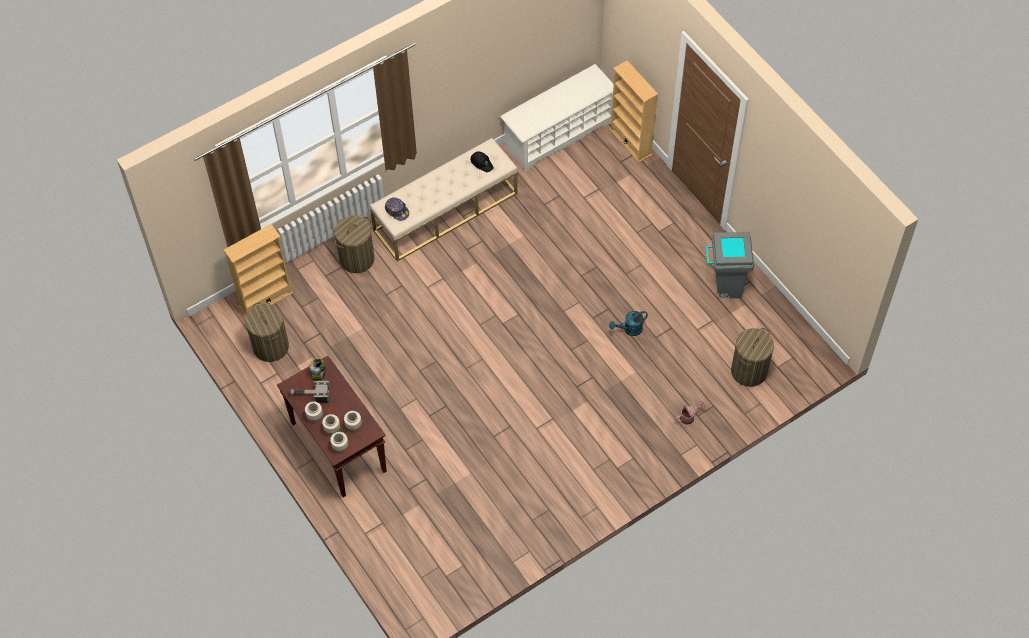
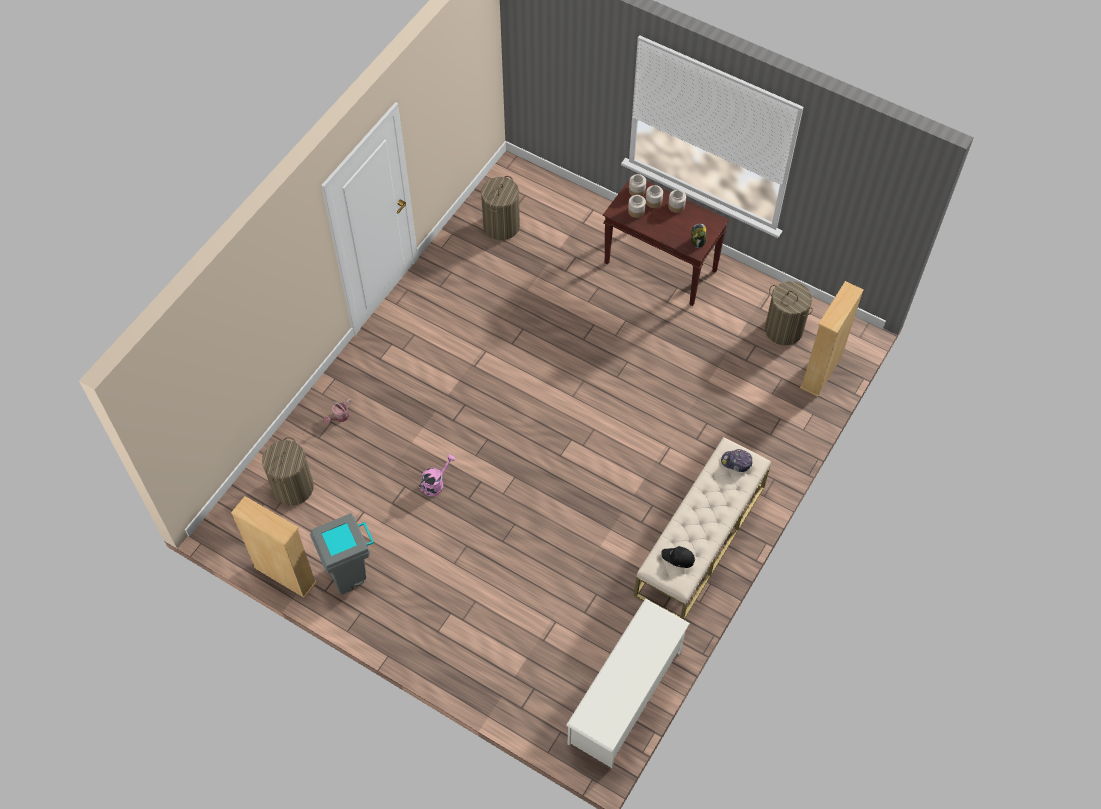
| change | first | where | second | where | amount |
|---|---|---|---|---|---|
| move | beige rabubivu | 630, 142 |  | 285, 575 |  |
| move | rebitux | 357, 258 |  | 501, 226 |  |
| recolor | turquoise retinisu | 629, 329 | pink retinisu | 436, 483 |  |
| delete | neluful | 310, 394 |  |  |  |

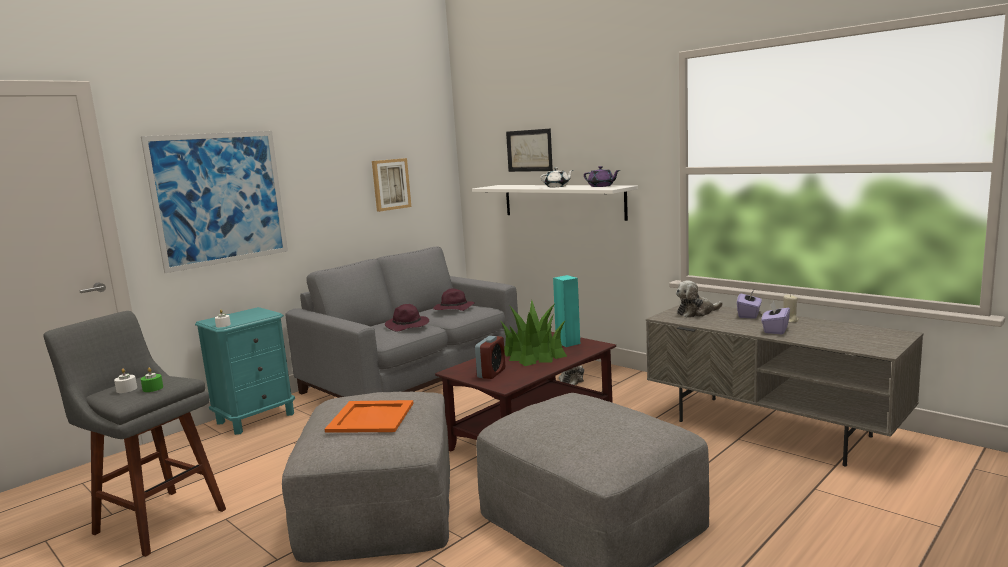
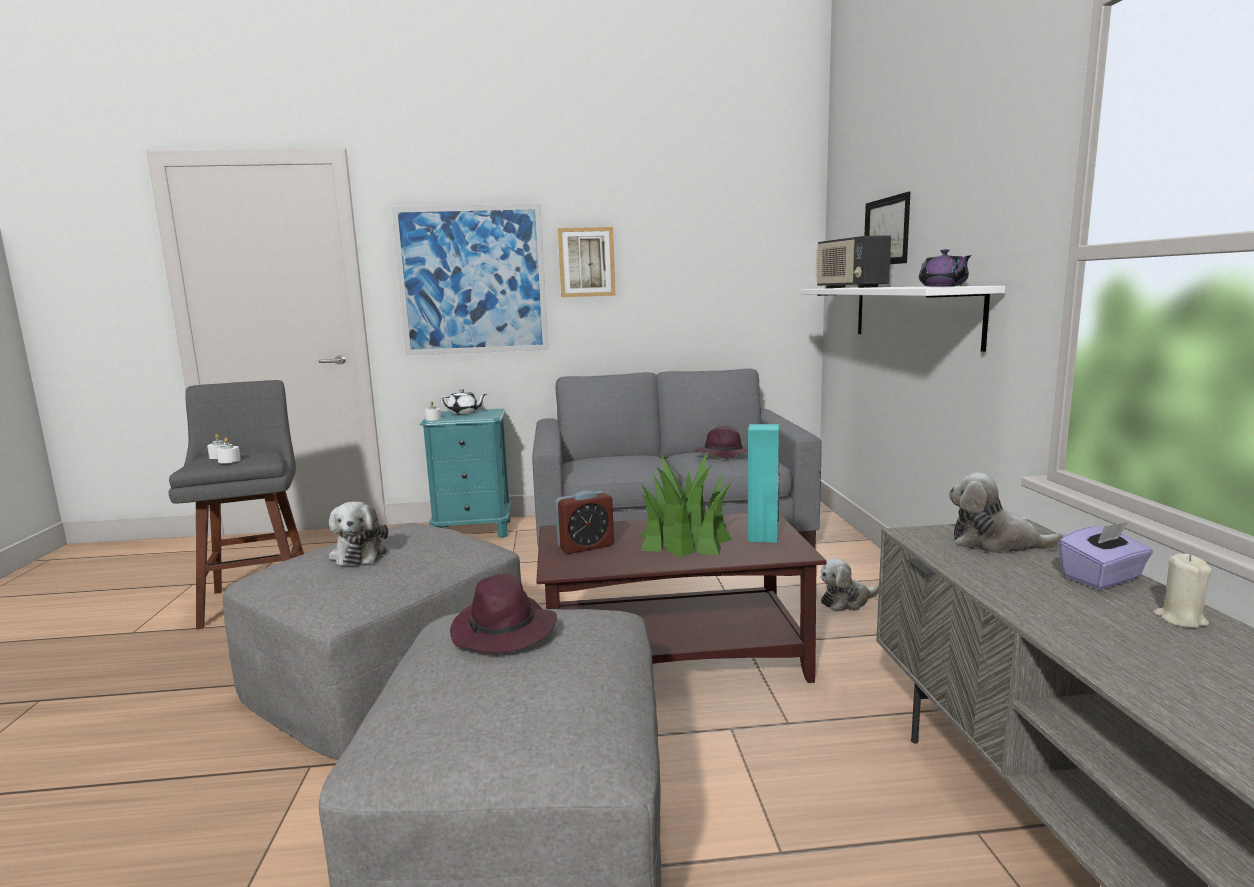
| change | first | where | second | where | amount |
|---|---|---|---|---|---|
| move | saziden | 390, 184 |  | 586, 262 |  |
| move | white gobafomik | 557, 186 |  | 464, 413 |  |
| delete | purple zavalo | 775, 330 |  |  |  |
| move | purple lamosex | 408, 326 |  | 504, 631 |  |
| recolor | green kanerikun | 153, 388 | white kanerikun | 229, 460 |  |
| replace | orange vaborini | 370, 417 | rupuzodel | 359, 554 |  |
| insert |  |  | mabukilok | 849, 287 |  |

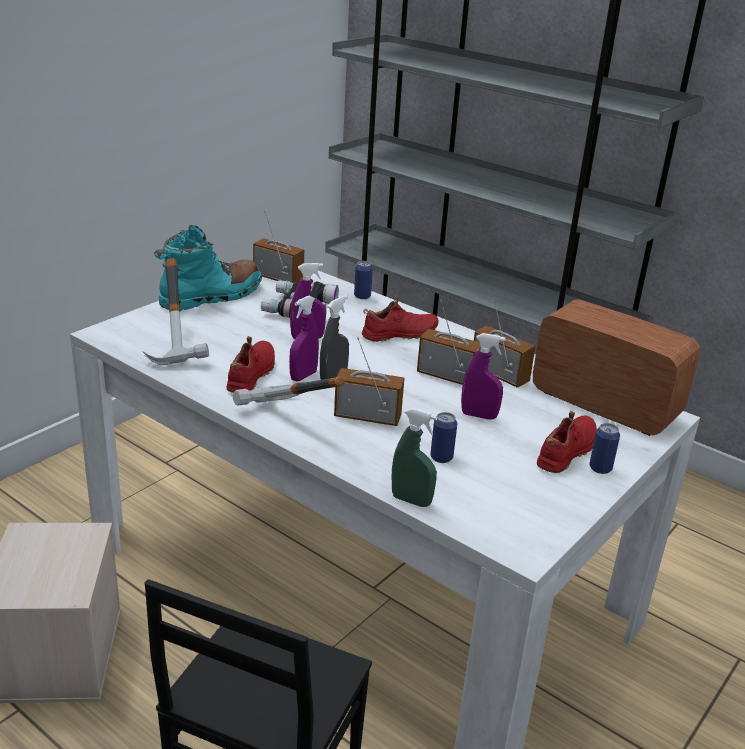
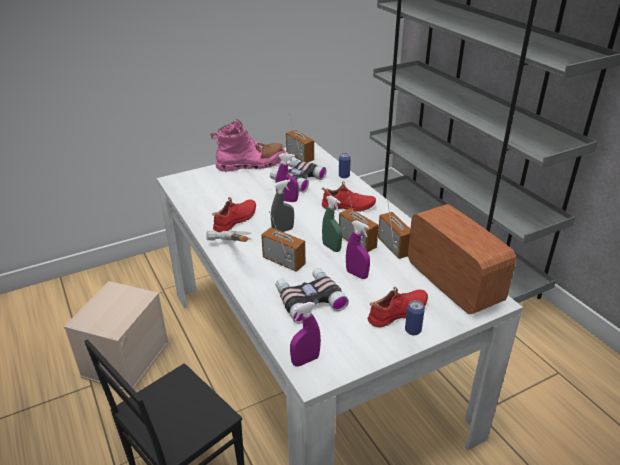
| change | first | where | second | where | amount |
|---|---|---|---|---|---|
| recolor | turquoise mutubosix | 212, 296 | pink mutubosix | 251, 164 |  |
| delete | neluful | 185, 346 |  |  |  |
| move | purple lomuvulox | 303, 376 |  | 305, 360 |  |
| move | green lomuvulox | 411, 500 |  | 331, 247 |  |
| replace | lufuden | 441, 457 | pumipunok | 309, 299 |  |

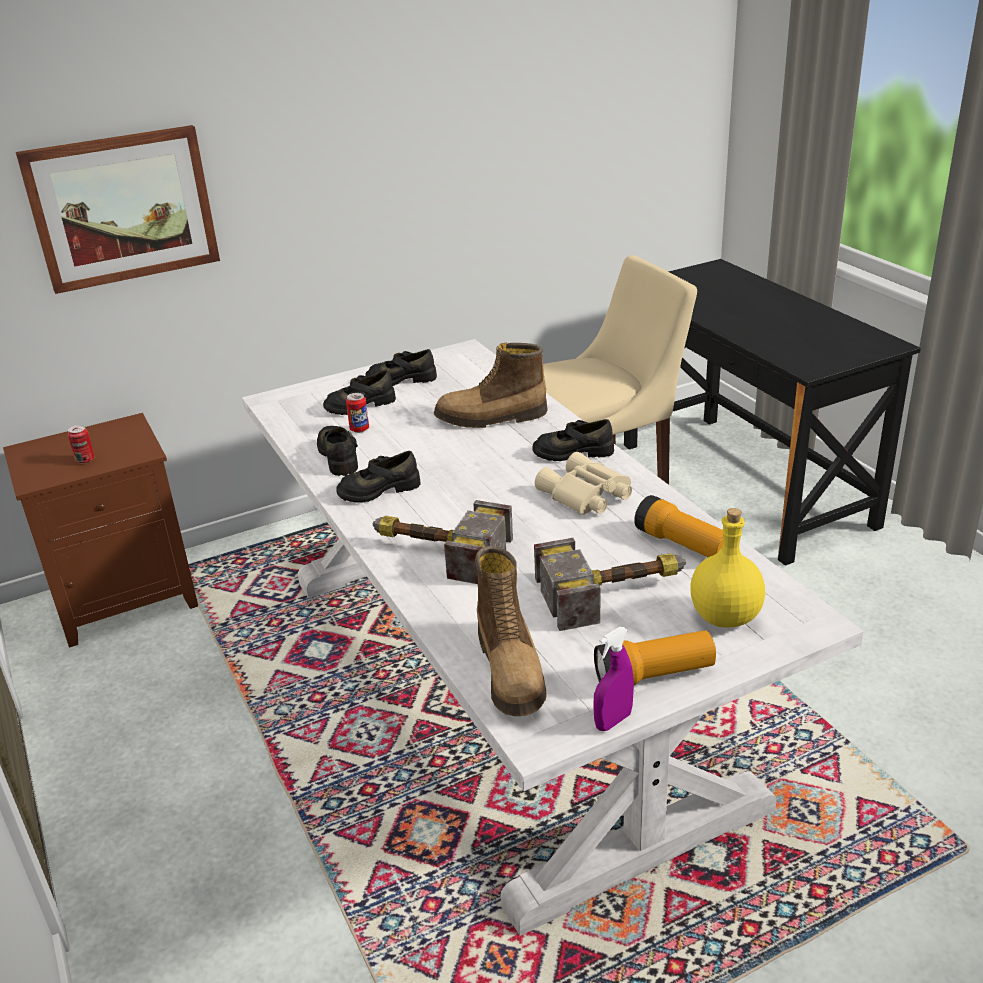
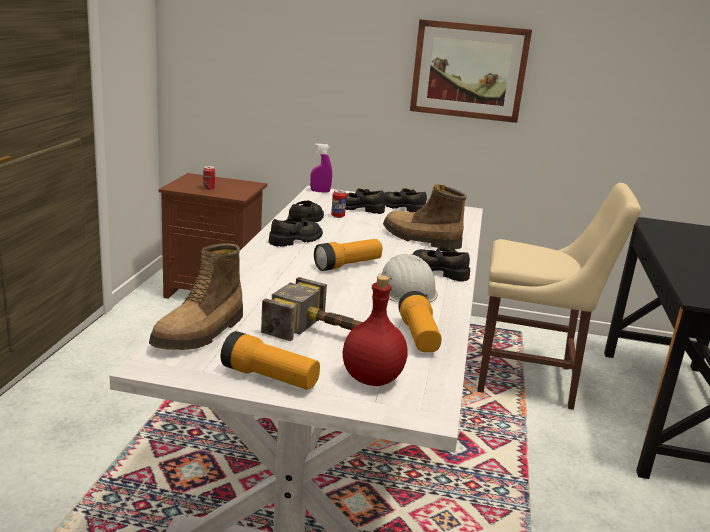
| change | first | where | second | where | amount |
|---|---|---|---|---|---|
| move | saziden | 122, 208 |  | 469, 71 |  |
| rotate | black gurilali | 378, 489 |  | 296, 240 | 120 degrees clockwise |
| replace | beige pumipunok | 585, 496 | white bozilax | 405, 290 |  |
| delete | neluful | 435, 550 |  |  |  |
| recolor | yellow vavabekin | 726, 617 | red vavabekin | 373, 379 |  |
| move | purple lomuvulox | 613, 721 |  | 320, 191 |  |
| insert |  |  | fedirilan | 348, 265 |  |

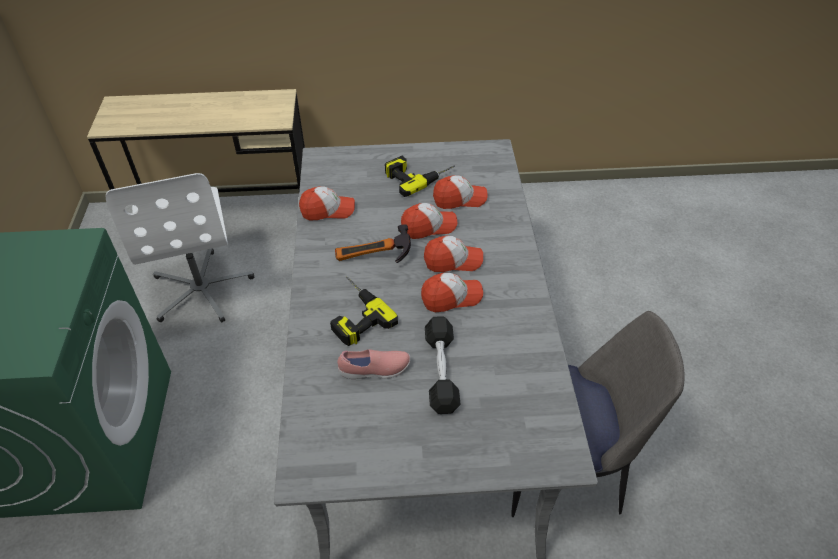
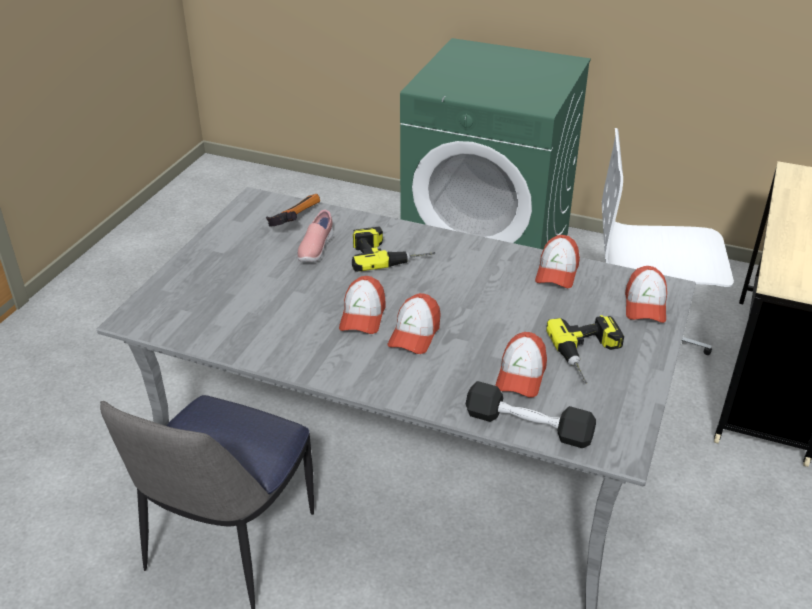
| change | first | where | second | where | amount |
|---|---|---|---|---|---|
| move | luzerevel | 428, 226 |  | 645, 305 |  |
| move | neluful | 374, 260 |  | 293, 221 |  |
| move | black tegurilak | 441, 371 |  | 528, 426 |  |

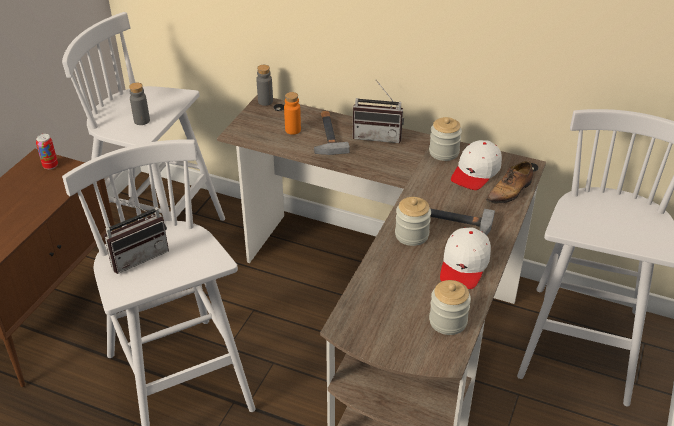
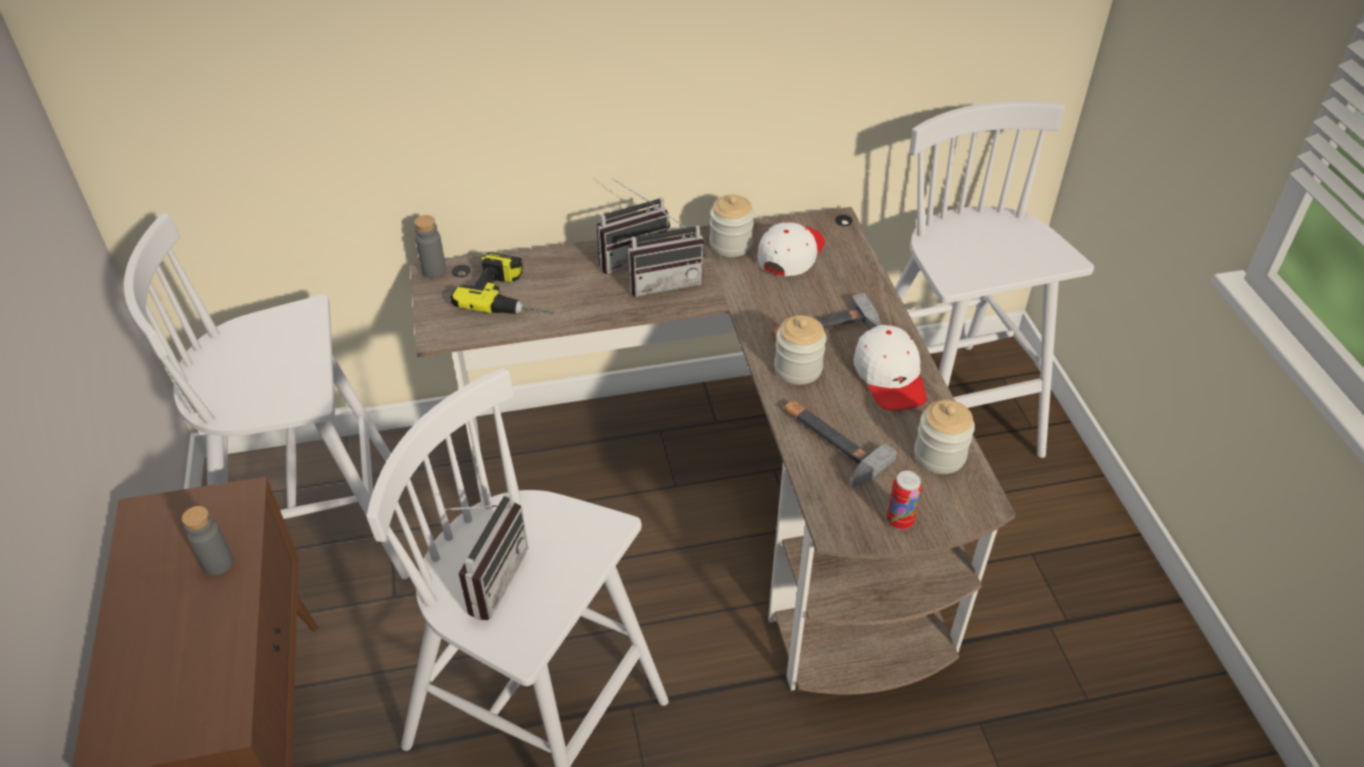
| change | first | where | second | where | amount |
|---|---|---|---|---|---|
| move | grey vavabekin | 142, 121 |  | 218, 563 |  |
| replace | orange vavabekin | 293, 130 | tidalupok | 514, 295 |  |
| move | neluful | 327, 135 |  | 829, 442 |  |
| move | lufuden | 50, 166 |  | 899, 521 |  |
| rotate | white luzerevel | 476, 172 |  | 791, 254 | 150 degrees counterclockwise |
| delete | gurilali | 510, 191 |  |  |  |
| insert |  |  | mabukilok | 665, 281 |  |

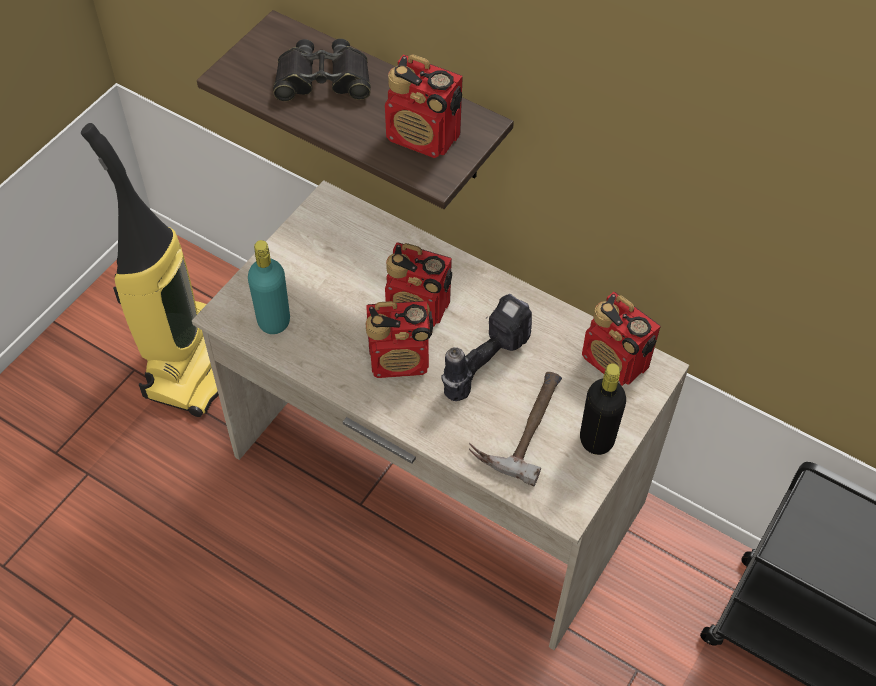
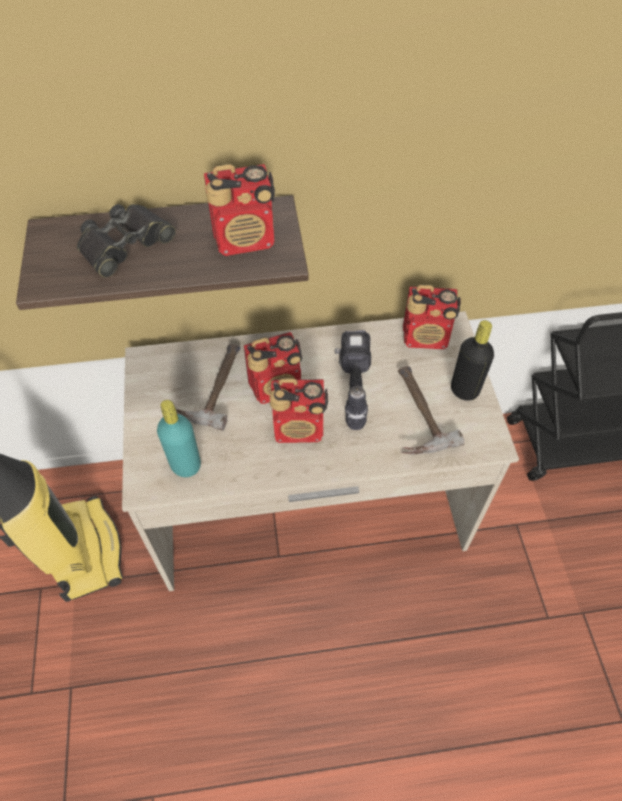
| change | first | where | second | where | amount |
|---|---|---|---|---|---|
| rotate | mabukilok | 400, 360 |  | 299, 428 | 45 degrees clockwise |
| insert |  |  | neluful | 211, 386 |  |

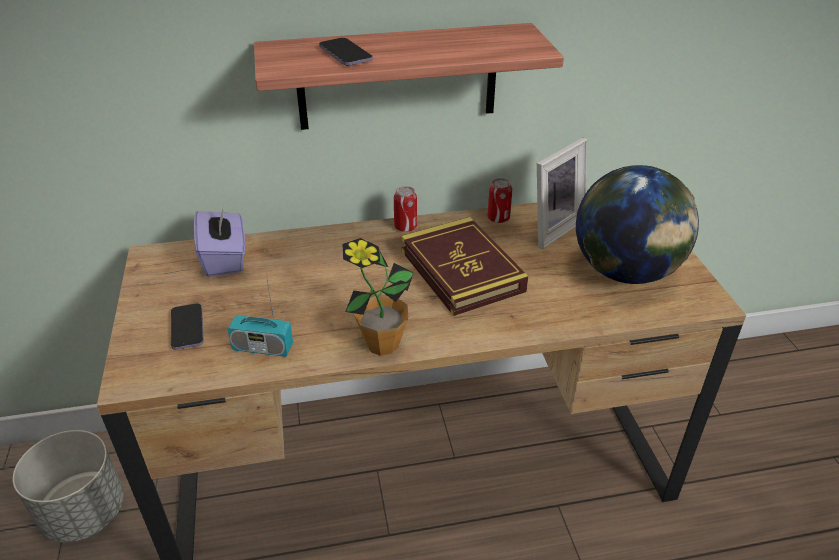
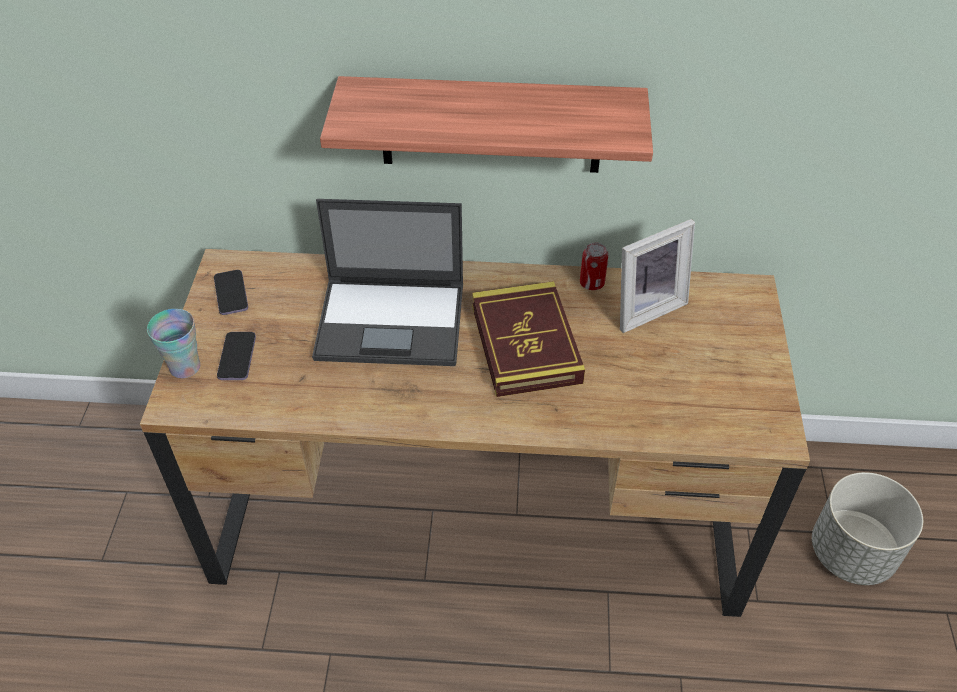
| change | first | where | second | where | amount |
|---|---|---|---|---|---|
| move | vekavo | 345, 54 |  | 231, 294 |  |
| delete | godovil | 625, 272 |  |  |  |
| delete | lufuden | 405, 227 |  |  |  |
| delete | purple zavalo | 225, 258 |  |  |  |
| delete | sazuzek | 382, 344 |  |  |  |
| delete | mabukilok | 263, 348 |  |  |  |
| move | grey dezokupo | 84, 513 |  | 851, 553 |  |
| insert |  |  | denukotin | 393, 321 |  |
| insert |  |  | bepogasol | 185, 367 |  |

